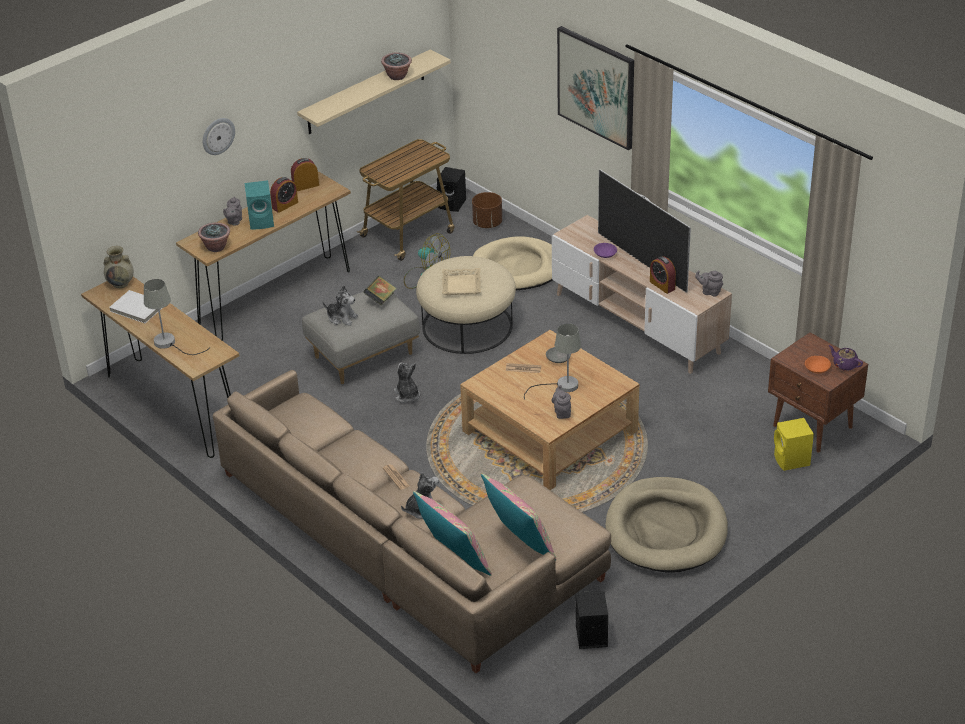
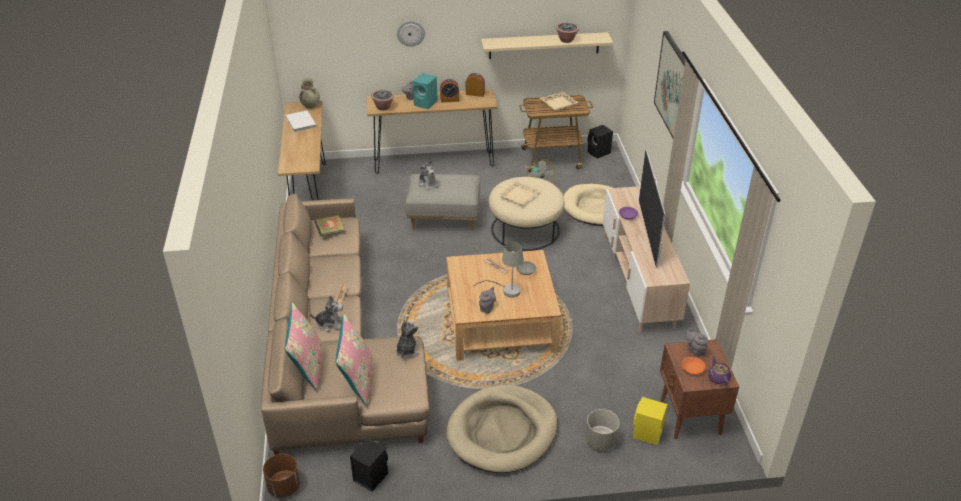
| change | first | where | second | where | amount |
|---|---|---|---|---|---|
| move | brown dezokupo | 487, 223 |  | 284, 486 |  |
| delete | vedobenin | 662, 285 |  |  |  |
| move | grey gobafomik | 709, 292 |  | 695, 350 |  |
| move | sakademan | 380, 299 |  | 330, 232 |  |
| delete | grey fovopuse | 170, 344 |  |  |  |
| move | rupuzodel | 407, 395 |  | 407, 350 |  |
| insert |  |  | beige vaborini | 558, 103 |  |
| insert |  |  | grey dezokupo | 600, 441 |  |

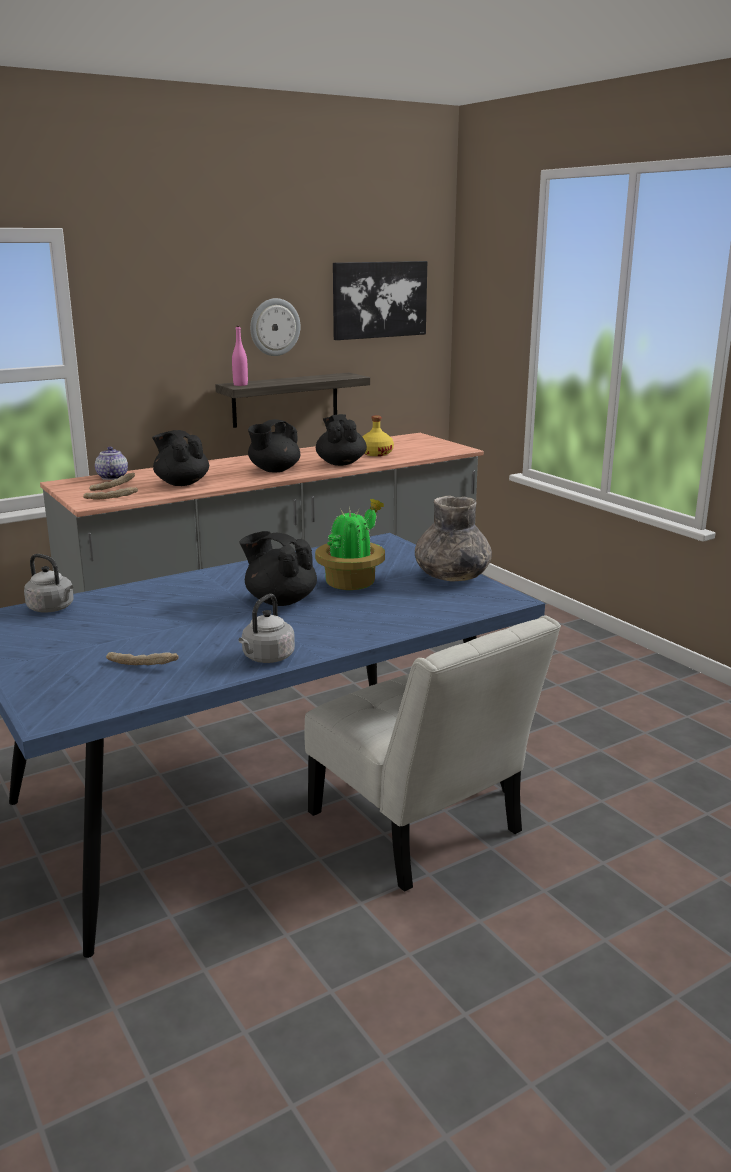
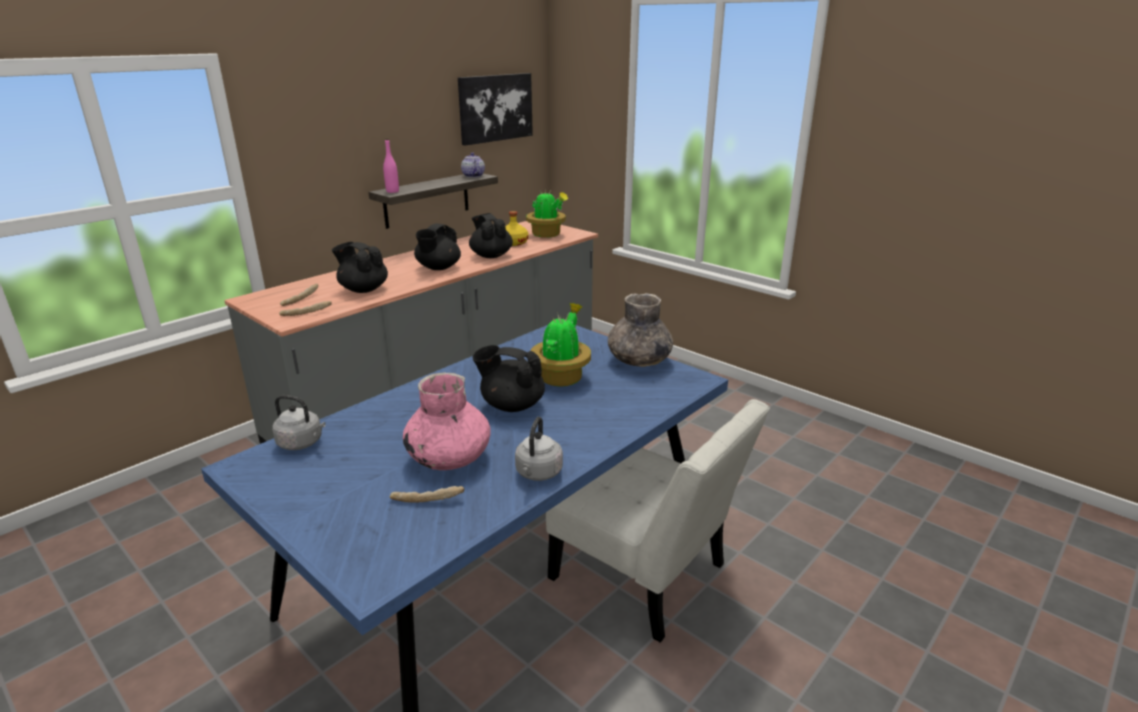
| change | first | where | second | where | amount |
|---|---|---|---|---|---|
| delete | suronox | 274, 327 |  |  |  |
| move | gobafomik | 112, 477 |  | 473, 176 |  |
| insert |  |  | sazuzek | 547, 235 |  |
| insert |  |  | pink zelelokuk | 449, 457 |  |

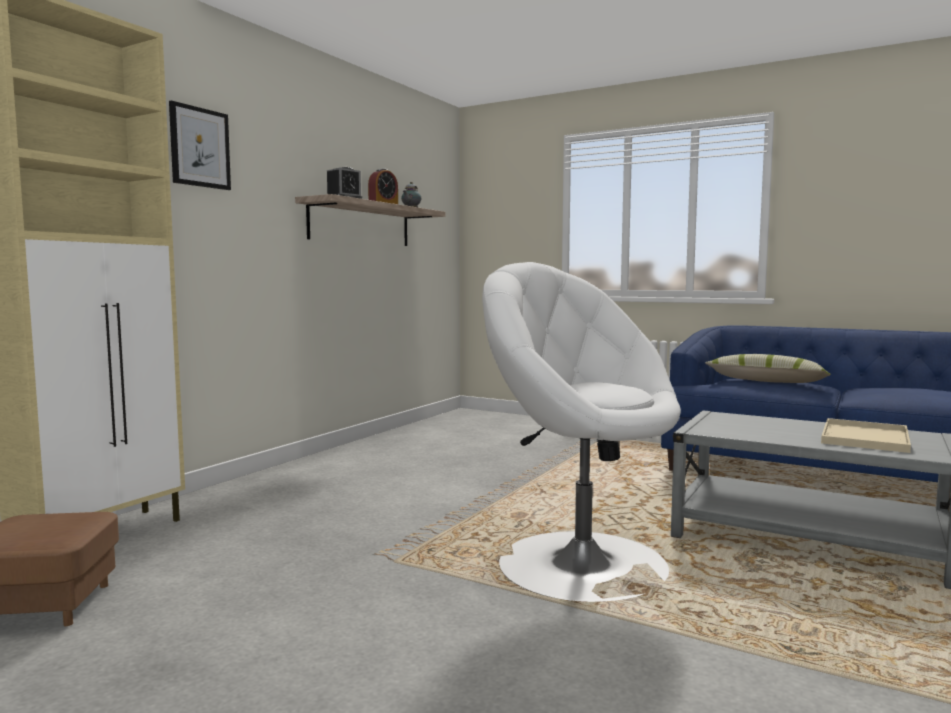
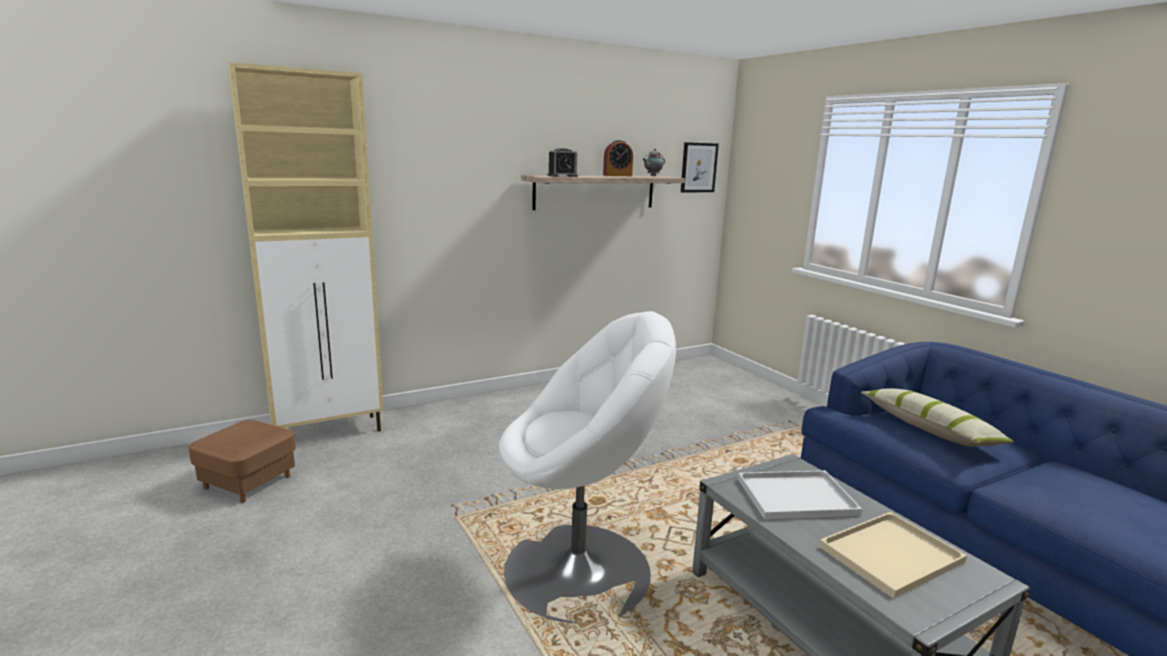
| change | first | where | second | where | amount |
|---|---|---|---|---|---|
| move | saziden | 200, 147 |  | 698, 167 |  |
| rotate | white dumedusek | 580, 562 |  | 580, 570 | 105 degrees clockwise |
| insert |  |  | white vaborini | 797, 495 |  |

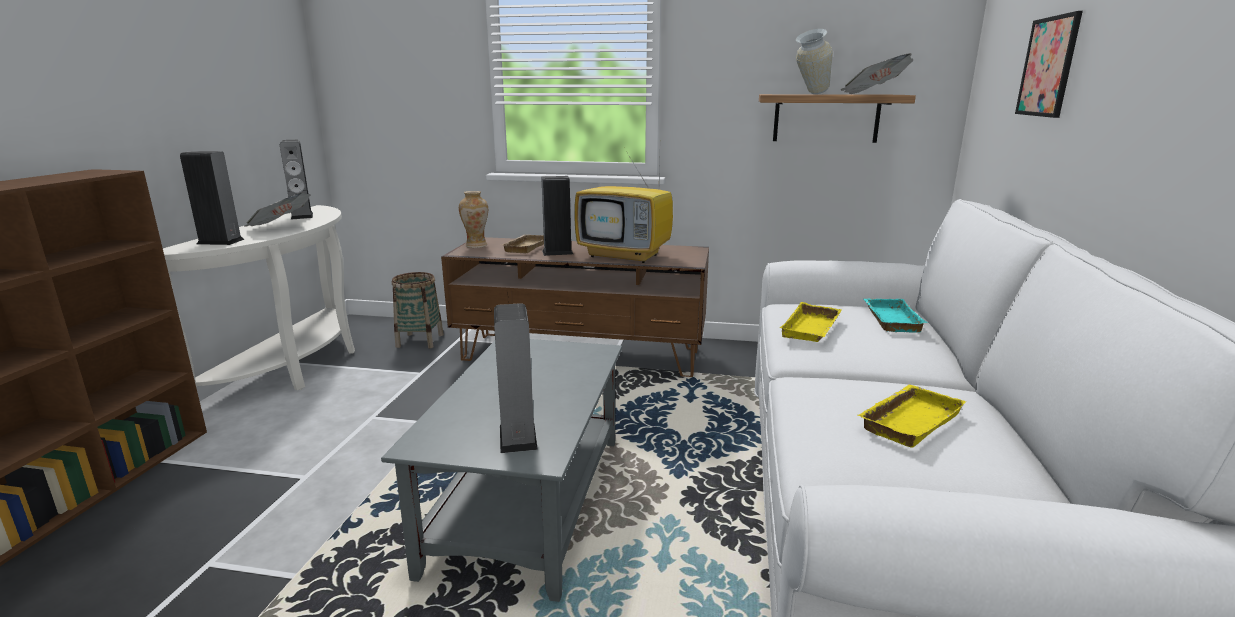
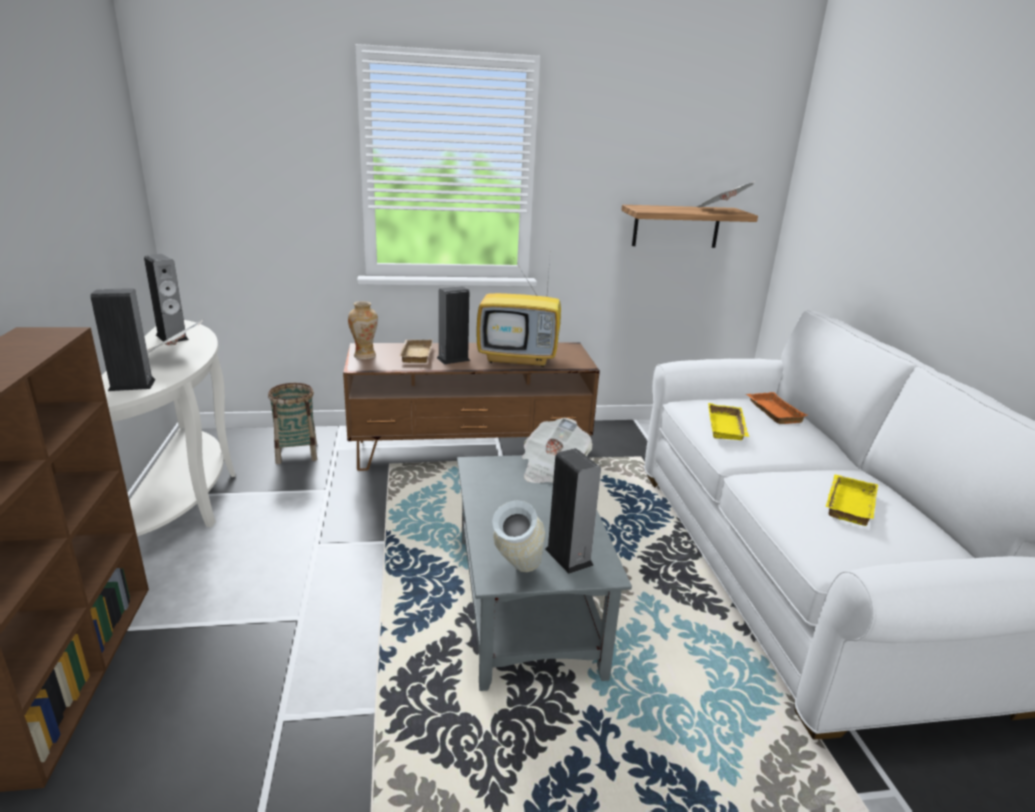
| change | first | where | second | where | amount |
|---|---|---|---|---|---|
| delete | saziden | 1048, 67 |  |  |  |
| move | zelelokuk | 810, 94 |  | 516, 578 |  |
| recolor | turquoise vaborini | 889, 319 | orange vaborini | 772, 411 |  |
| insert |  |  | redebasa | 552, 469 |  |

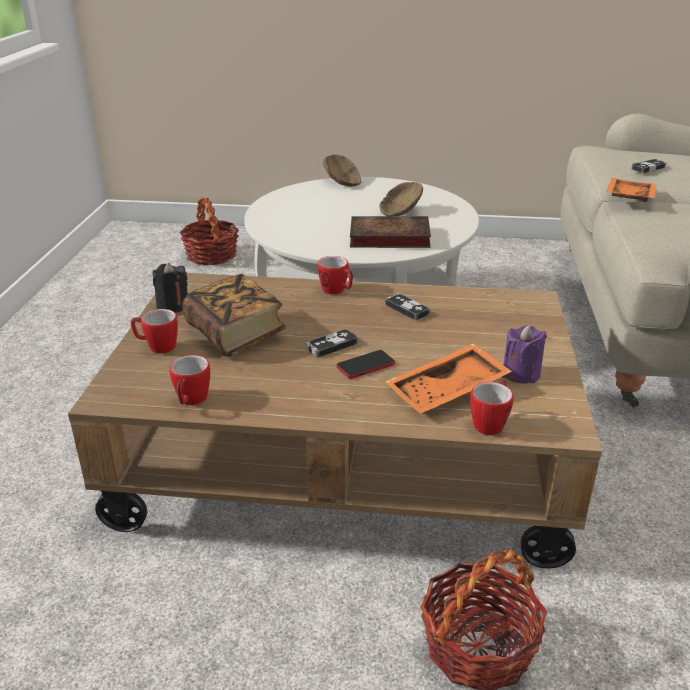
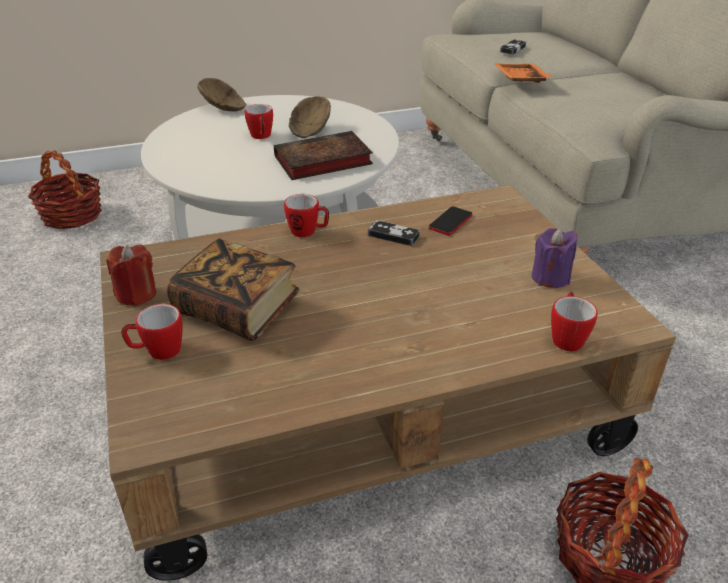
| change | first | where | second | where | amount |
|---|---|---|---|---|---|
| recolor | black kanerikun | 173, 306 | red kanerikun | 136, 294 |  |
| delete | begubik | 332, 346 |  |  |  |
| delete | orange vaborini | 448, 392 |  |  |  |
| move | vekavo | 365, 365 |  | 450, 222 |  |
| move | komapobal | 191, 401 |  | 261, 137 |  |

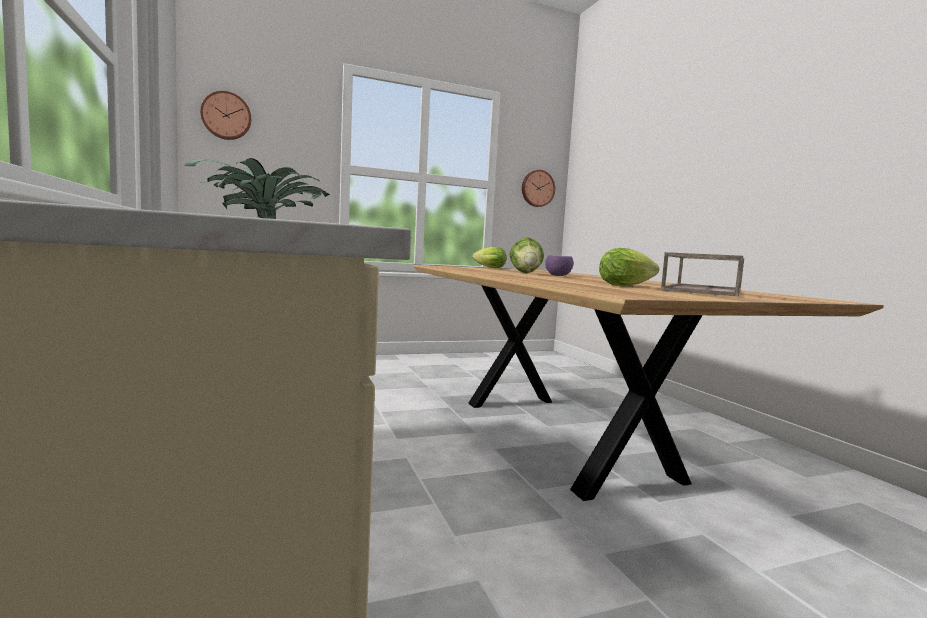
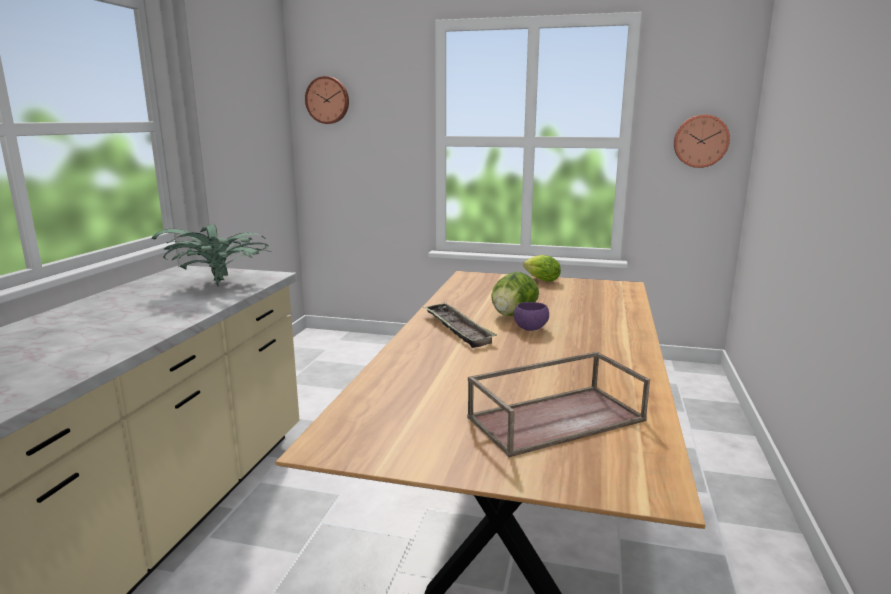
| change | first | where | second | where | amount |
|---|---|---|---|---|---|
| delete | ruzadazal | 628, 286 |  |  |  |
| insert |  |  | vaborini | 457, 329 |  |

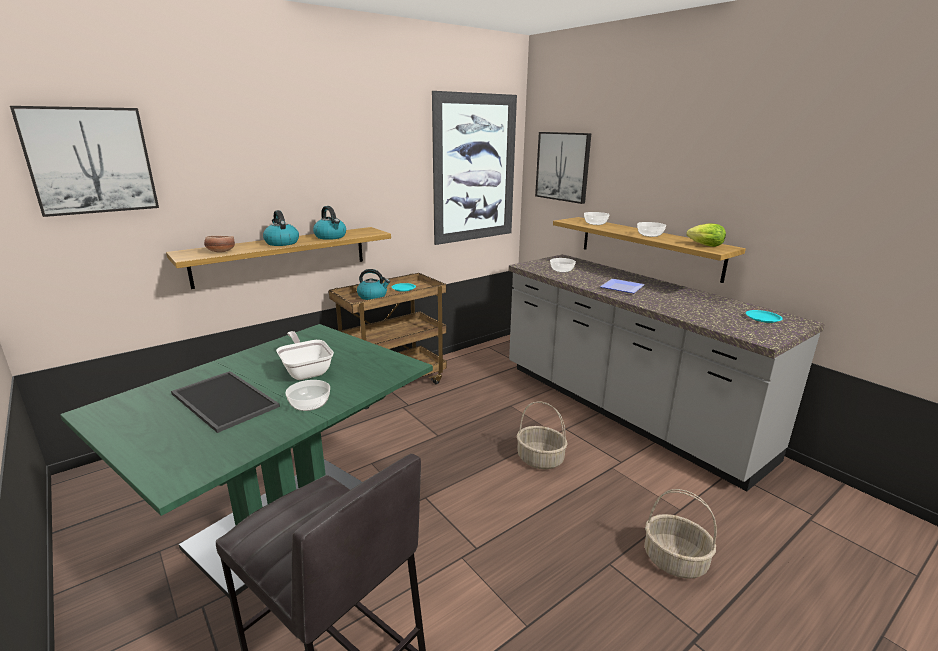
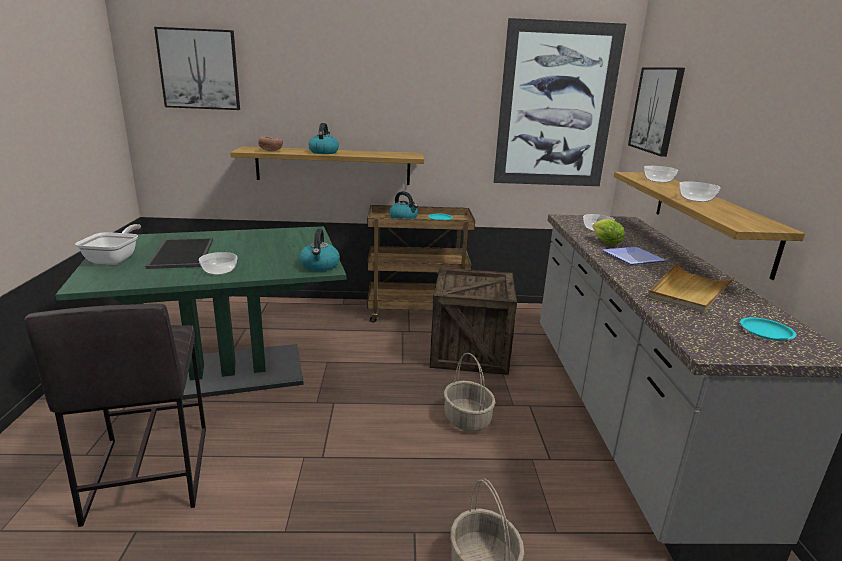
| change | first | where | second | where | amount |
|---|---|---|---|---|---|
| move | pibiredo | 331, 237 |  | 320, 266 |  |
| move | ruzadazal | 703, 245 |  | 604, 242 |  |
| move | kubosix | 306, 370 |  | 115, 259 |  |
| insert |  |  | beige vaborini | 689, 291 |  |
| insert |  |  | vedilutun | 469, 351 |  |

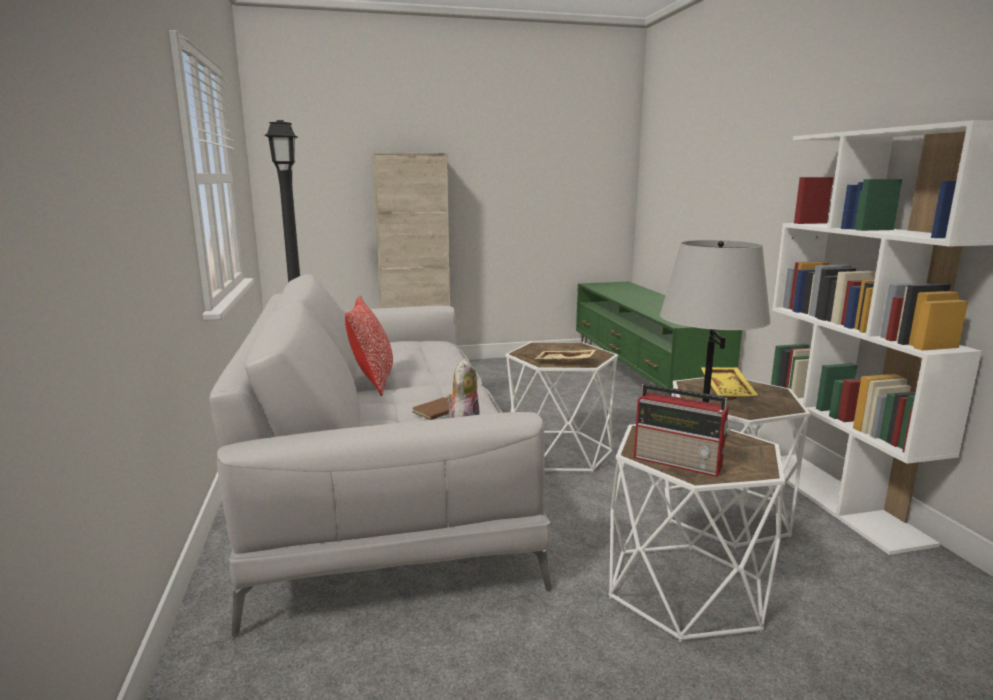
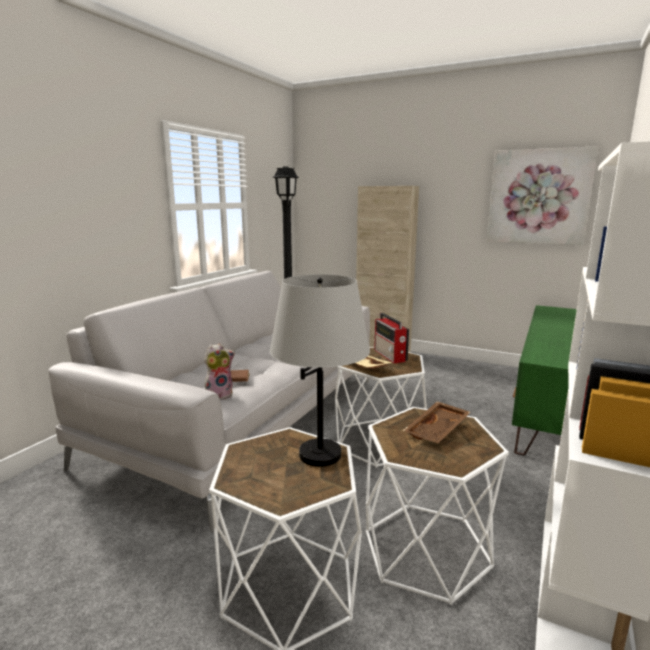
| change | first | where | second | where | amount |
|---|---|---|---|---|---|
| delete | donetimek | 373, 381 |  |  |  |
| recolor | yellow vaborini | 728, 390 | brown vaborini | 438, 430 |  |
| move | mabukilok | 680, 462 |  | 390, 356 |  |
| insert |  |  | saziden | 538, 197 |  |

